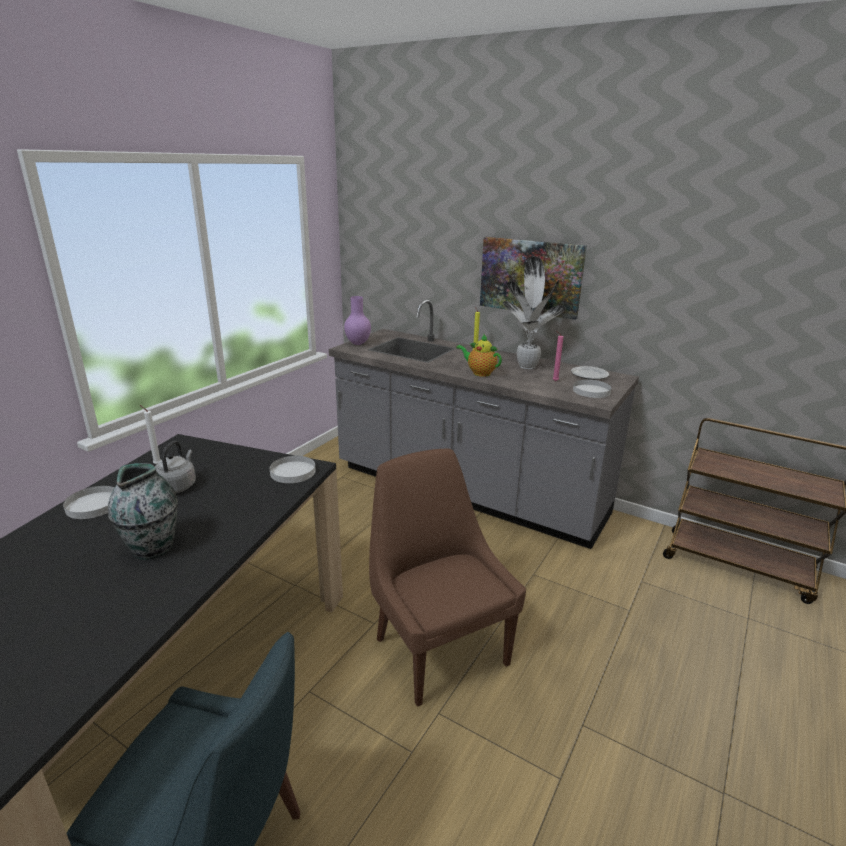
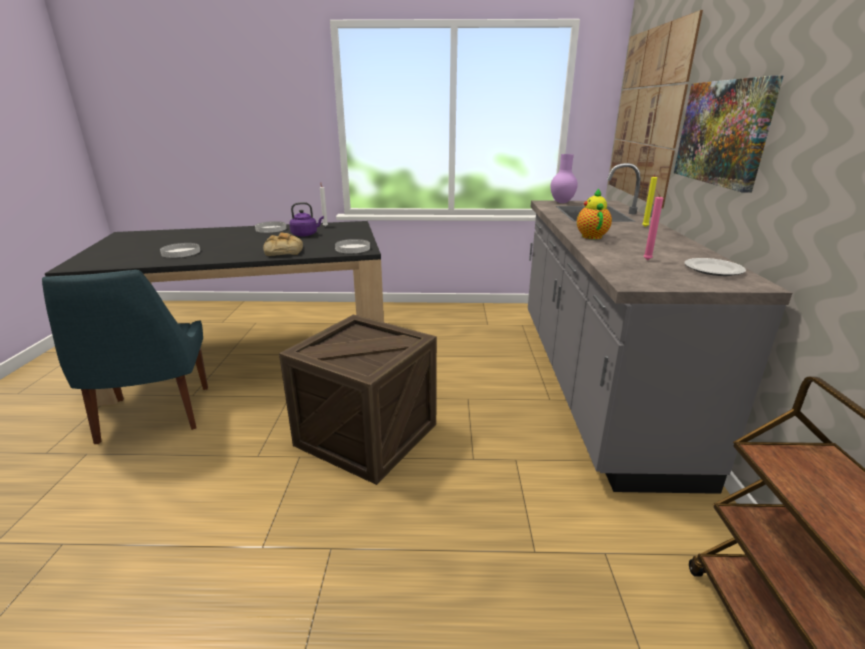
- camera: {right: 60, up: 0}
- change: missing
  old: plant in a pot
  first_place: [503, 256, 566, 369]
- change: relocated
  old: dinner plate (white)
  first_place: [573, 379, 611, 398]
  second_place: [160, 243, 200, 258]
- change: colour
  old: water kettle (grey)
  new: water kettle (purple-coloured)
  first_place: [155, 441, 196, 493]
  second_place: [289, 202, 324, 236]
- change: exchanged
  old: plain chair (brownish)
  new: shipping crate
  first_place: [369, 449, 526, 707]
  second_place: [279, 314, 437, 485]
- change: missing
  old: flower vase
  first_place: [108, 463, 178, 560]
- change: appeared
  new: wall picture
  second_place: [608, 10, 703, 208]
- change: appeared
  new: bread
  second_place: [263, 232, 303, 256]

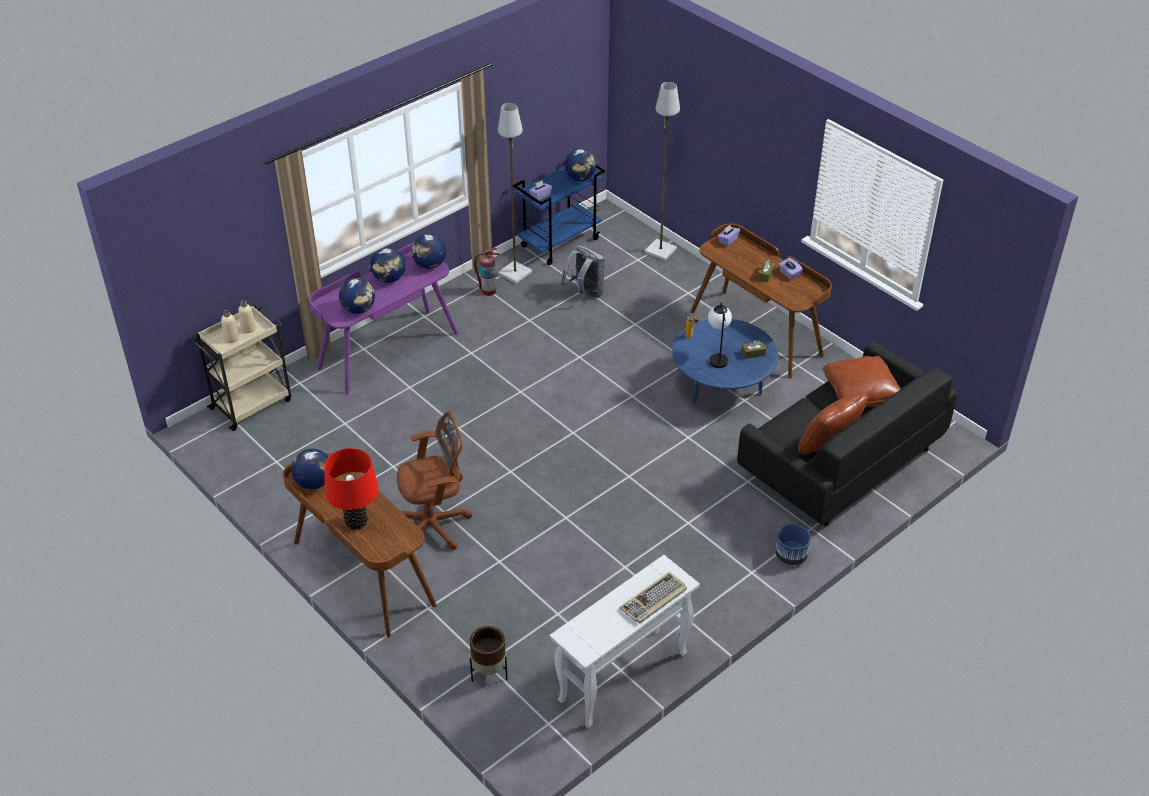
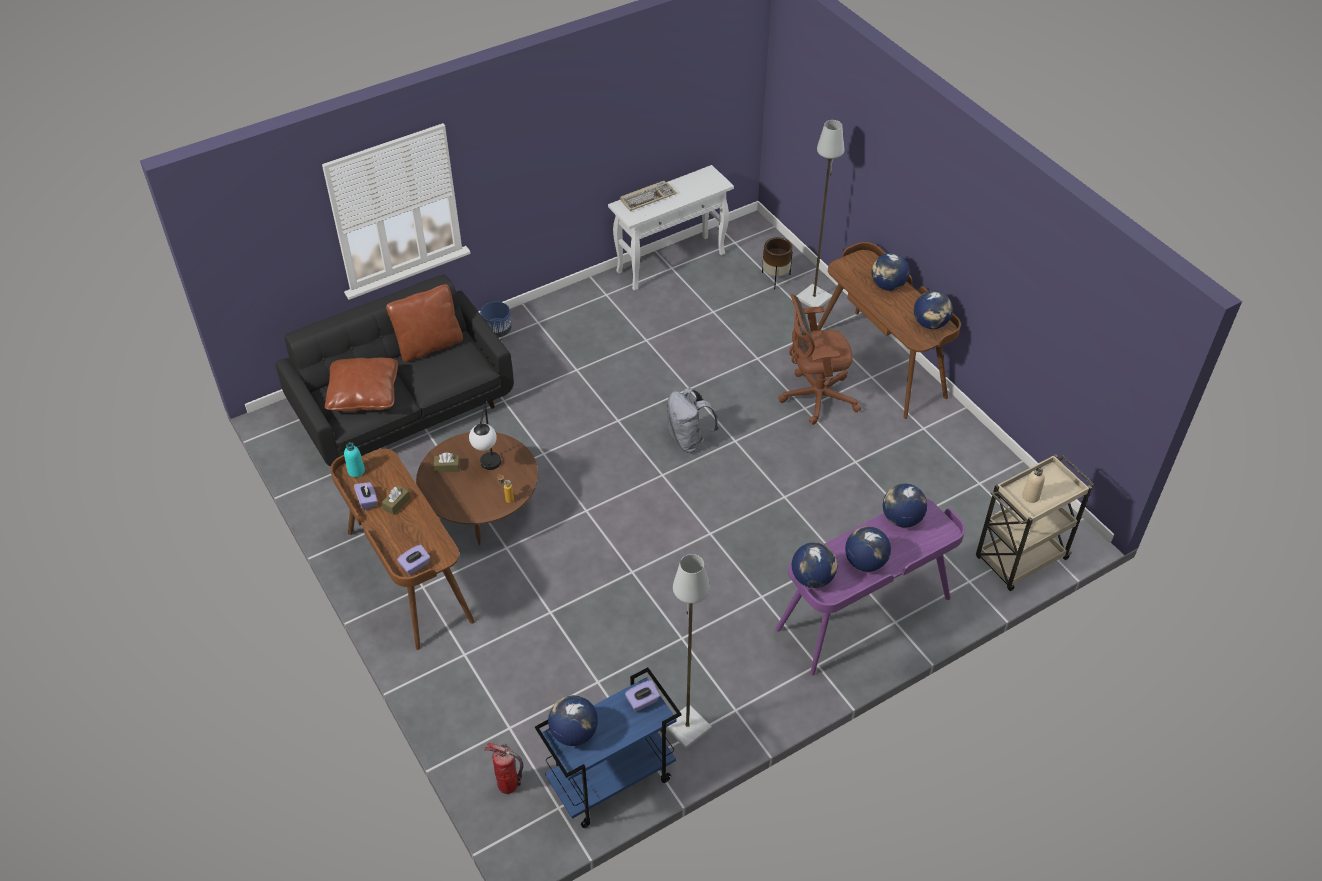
- camera: {right: -170, up: 5}
- change: relocated
  old: standard lamp (grey)
  first_place: [644, 82, 680, 261]
  second_place: [796, 120, 844, 307]
- change: relocated
  old: backpack (grey)
  first_place: [561, 246, 605, 298]
  second_place: [667, 388, 719, 453]
- change: relocated
  old: fire-fighting cylinder
  first_place: [474, 248, 500, 296]
  second_place: [484, 743, 523, 794]
- change: missing
  old: bottle (beige-coloured)
  first_place: [221, 310, 239, 343]
- change: colour
  old: coffee table (bluish)
  new: coffee table (brownish)
  first_place: [672, 319, 778, 404]
  second_place: [416, 432, 538, 545]
- change: exchanged
  old: lamp for a table (reddish)
  new: globe
  first_place: [324, 448, 379, 530]
  second_place: [871, 253, 909, 291]
- change: appeared
  new: bottle (turquoise)
  second_place: [344, 442, 365, 477]

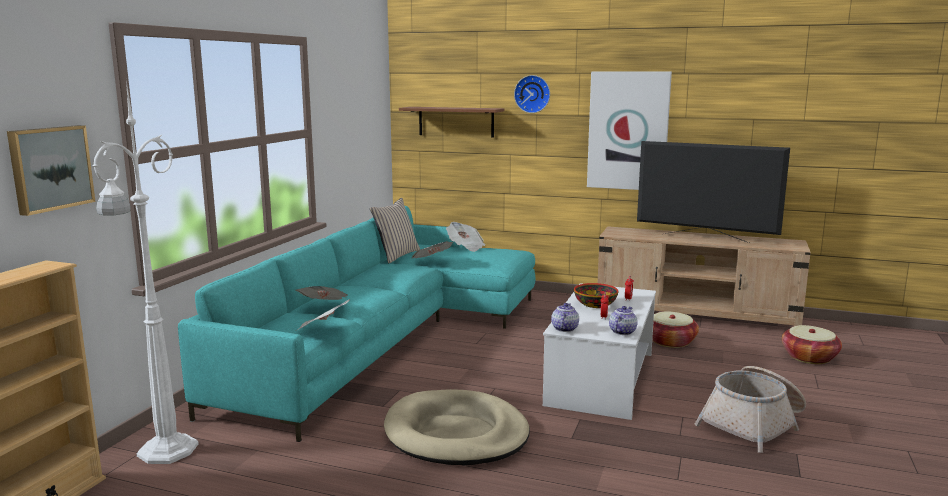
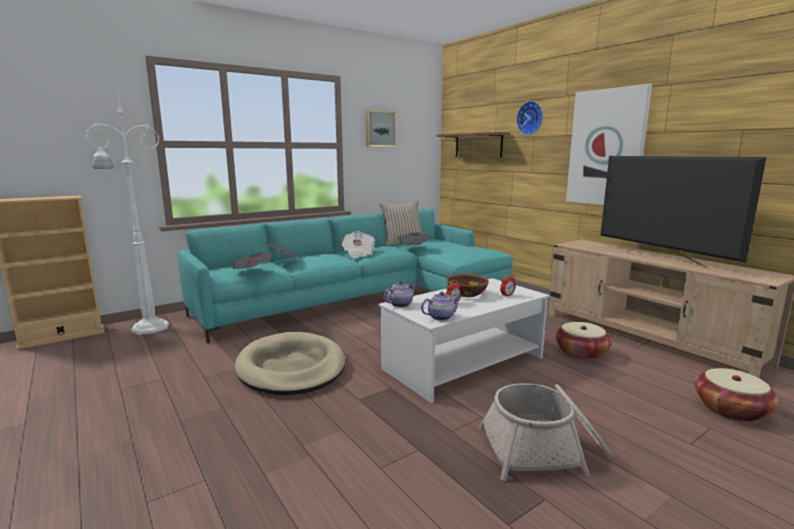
- camera: {right: 35, up: 0}
- change: relocated
  old: wall picture
  first_place: [7, 125, 96, 216]
  second_place: [366, 110, 396, 147]
- change: relocated
  old: printed paper
  first_place: [446, 222, 486, 252]
  second_place: [341, 231, 375, 258]

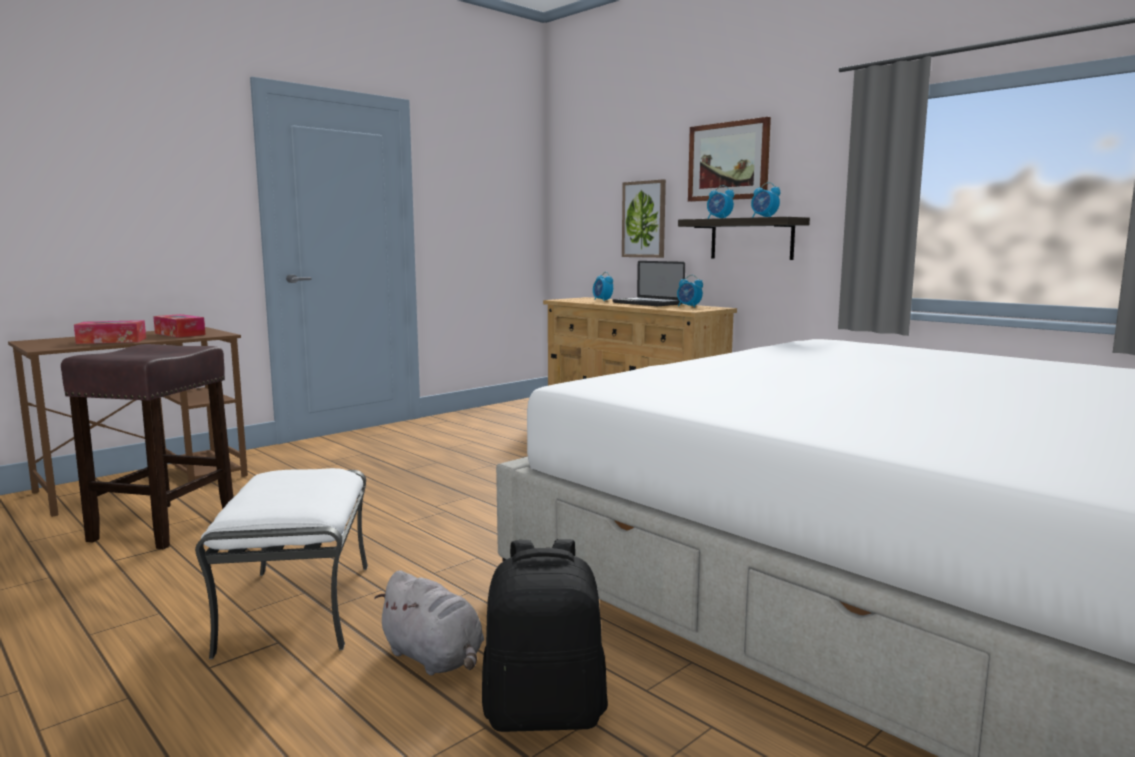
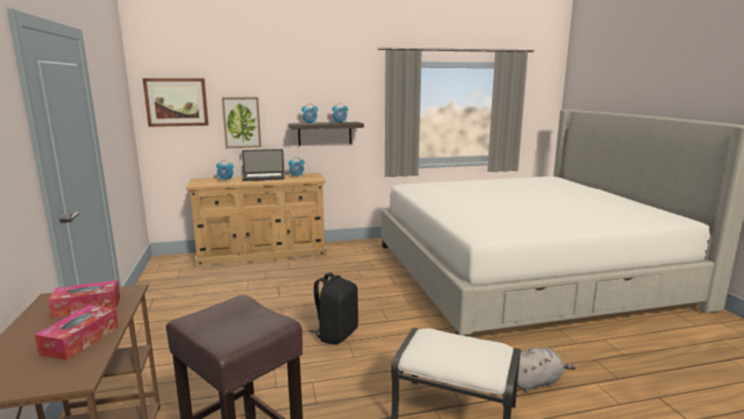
- camera: {right: -60, up: 5}
- change: relocated
  old: wall picture
  first_place: [688, 117, 771, 202]
  second_place: [142, 78, 209, 127]
- change: relocated
  old: backpack (blackish)
  first_place: [482, 539, 608, 732]
  second_place: [310, 273, 358, 344]

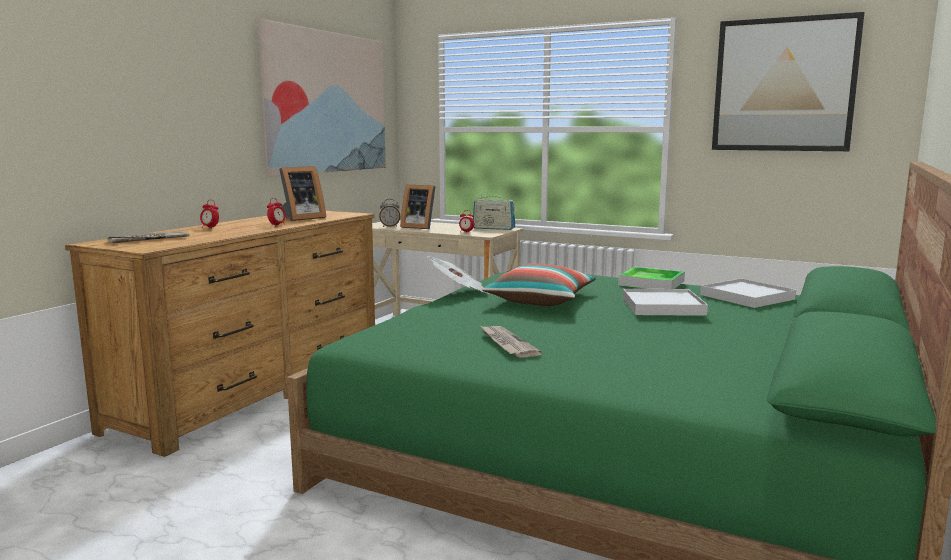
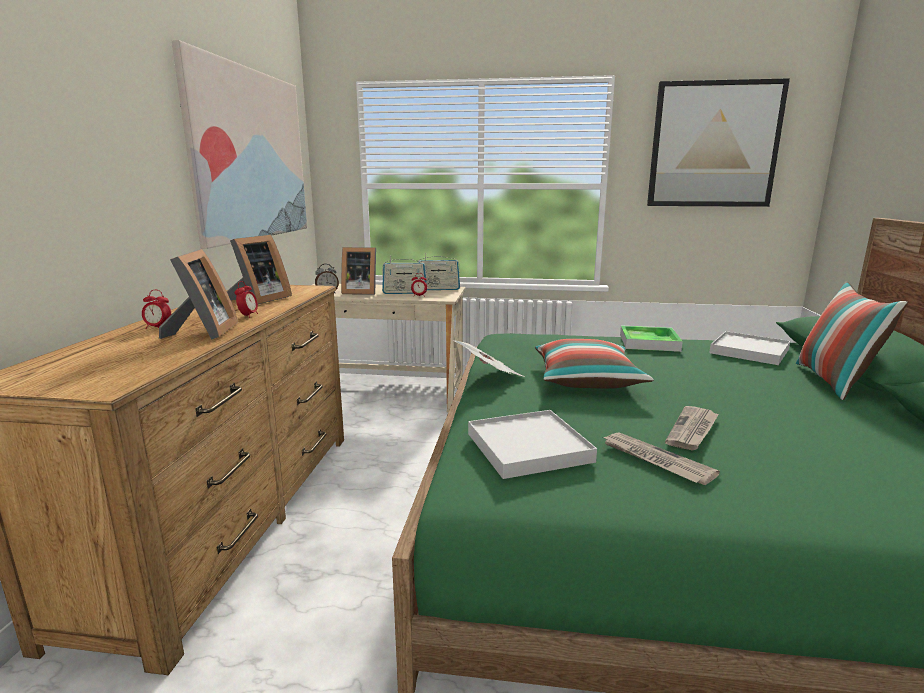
- camera: {right: -20, up: 5}
- change: relocated
  old: printed paper
  first_place: [107, 231, 189, 243]
  second_place: [665, 406, 719, 451]
- change: relocated
  old: serving tray (white)
  first_place: [623, 289, 708, 316]
  second_place: [468, 410, 597, 479]
- change: appeared
  new: picture frame
  second_place: [159, 249, 238, 340]
- change: appeared
  new: radio receiver
  second_place: [382, 256, 427, 294]
- change: appeared
  new: cushion
  second_place: [796, 282, 908, 400]

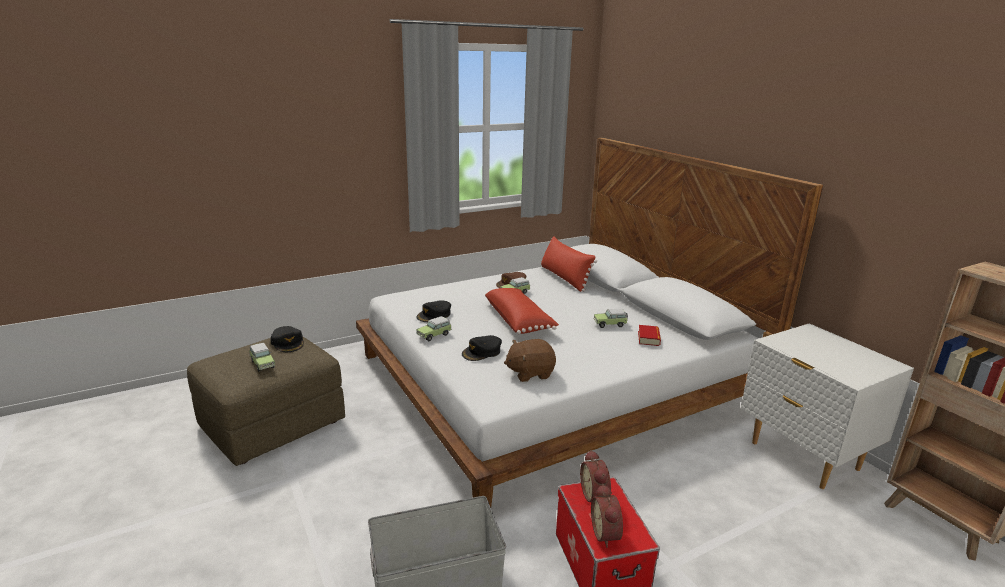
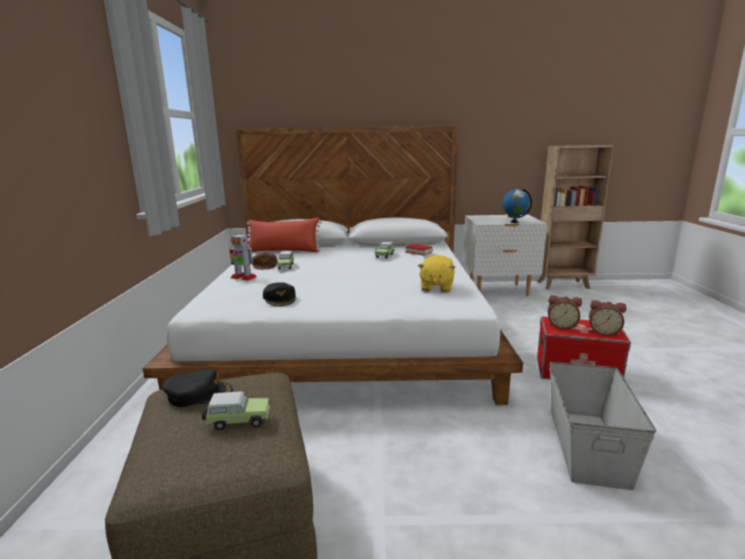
- camera: {right: -60, up: -5}
- change: missing
  old: cushion (reddish)
  first_place: [485, 288, 559, 334]
- change: missing
  old: model car
  first_place: [417, 316, 452, 341]
- change: missing
  old: baseball cap (blackish)
  first_place: [462, 335, 502, 361]
- change: colour
  old: plush toy (brownish)
  new: plush toy (yellow)
  first_place: [504, 339, 556, 382]
  second_place: [418, 255, 456, 292]
- change: appeared
  new: globe
  second_place: [502, 188, 532, 223]
- change: appeared
  new: model robot
  second_place: [230, 234, 257, 281]

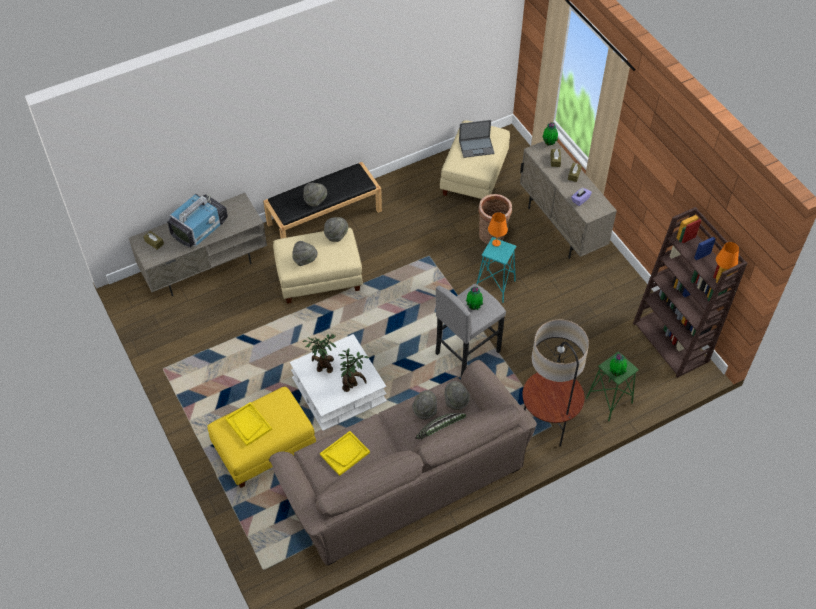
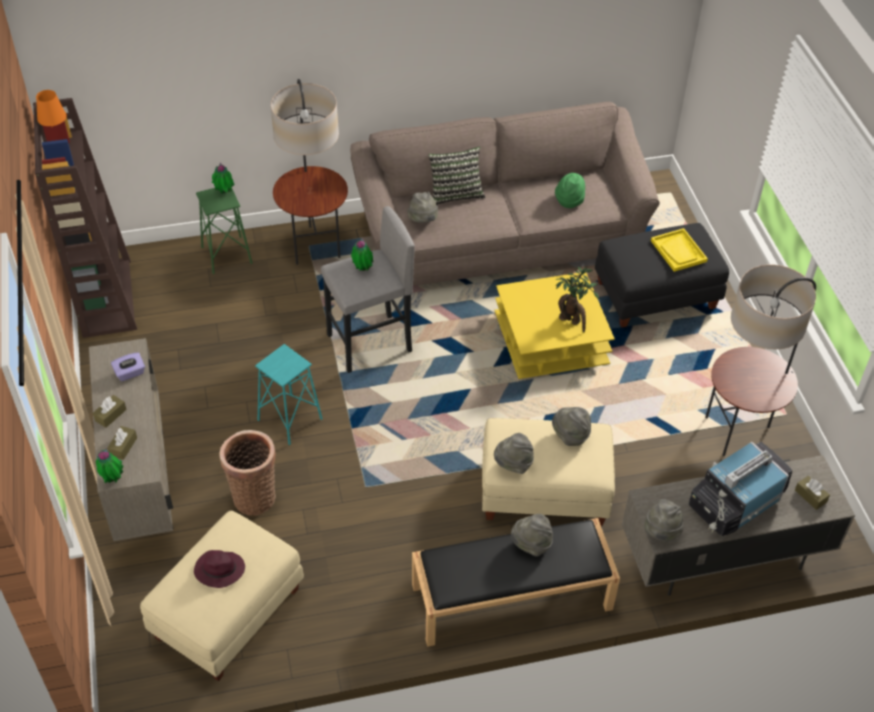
- camera: {right: -165, up: -5}
- change: exchanged
  old: portable computer
  new: clothing hat (purple-coloured)
  first_place: [459, 120, 495, 158]
  second_place: [194, 550, 245, 588]
- change: missing
  old: lamp for a table (orange-coloured)
  first_place: [488, 212, 508, 247]
- change: colour
  old: coffee table (white)
  new: coffee table (yellow)
  first_place: [290, 334, 387, 431]
  second_place: [495, 272, 615, 379]
- change: missing
  old: plant in a pot
  first_place: [339, 348, 369, 392]
- change: colour
  old: footrest (yellow)
  new: footrest (blackish)
  first_place: [207, 386, 316, 488]
  second_place: [595, 223, 729, 328]
- change: relocated
  old: clothing hat (grey)
  first_place: [412, 390, 437, 420]
  second_place: [644, 499, 683, 541]
- change: exchanged
  old: serving tray (yellow)
  new: clothing hat (green-coloured)
  first_place: [320, 431, 370, 476]
  second_place: [555, 173, 585, 208]
- change: appeared
  new: standard lamp
  second_place: [705, 265, 816, 456]

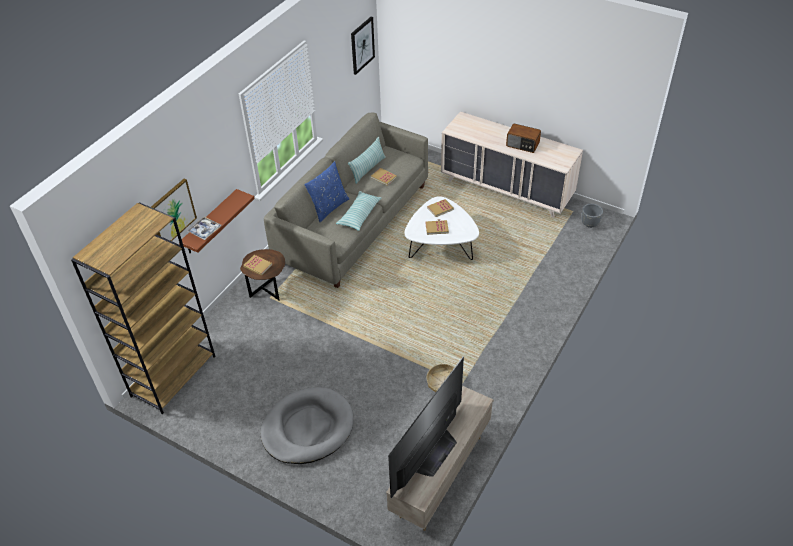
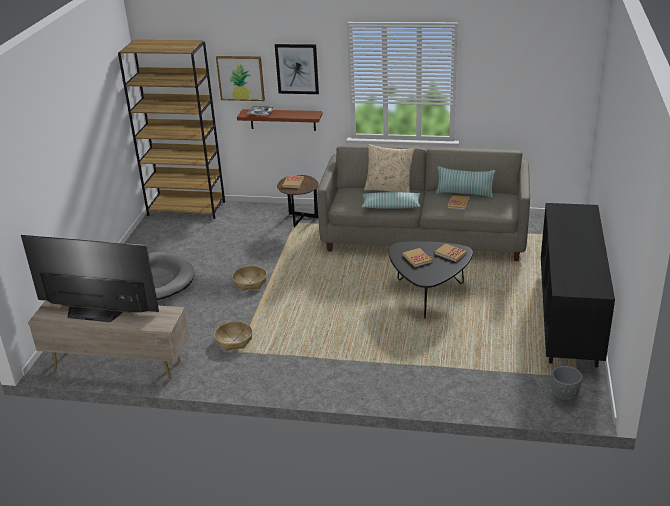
- camera: {right: 70, up: -15}
- change: relocated
  old: wall picture
  first_place: [351, 16, 375, 75]
  second_place: [275, 44, 319, 94]
- change: colour
  old: dresser (beige-coloured)
  new: dresser (blackish)
  first_place: [441, 112, 583, 218]
  second_place: [541, 203, 615, 367]
- change: missing
  old: radio receiver
  first_place: [506, 124, 541, 153]
- change: colour
  old: cushion (bluish)
  new: cushion (beige-coloured)
  first_place: [304, 161, 349, 222]
  second_place: [364, 144, 415, 193]
- change: colour
  old: coffee table (white)
  new: coffee table (blackish)
  first_place: [405, 196, 479, 260]
  second_place: [388, 241, 473, 319]
- change: appeared
  new: household basket
  second_place: [232, 266, 267, 291]

